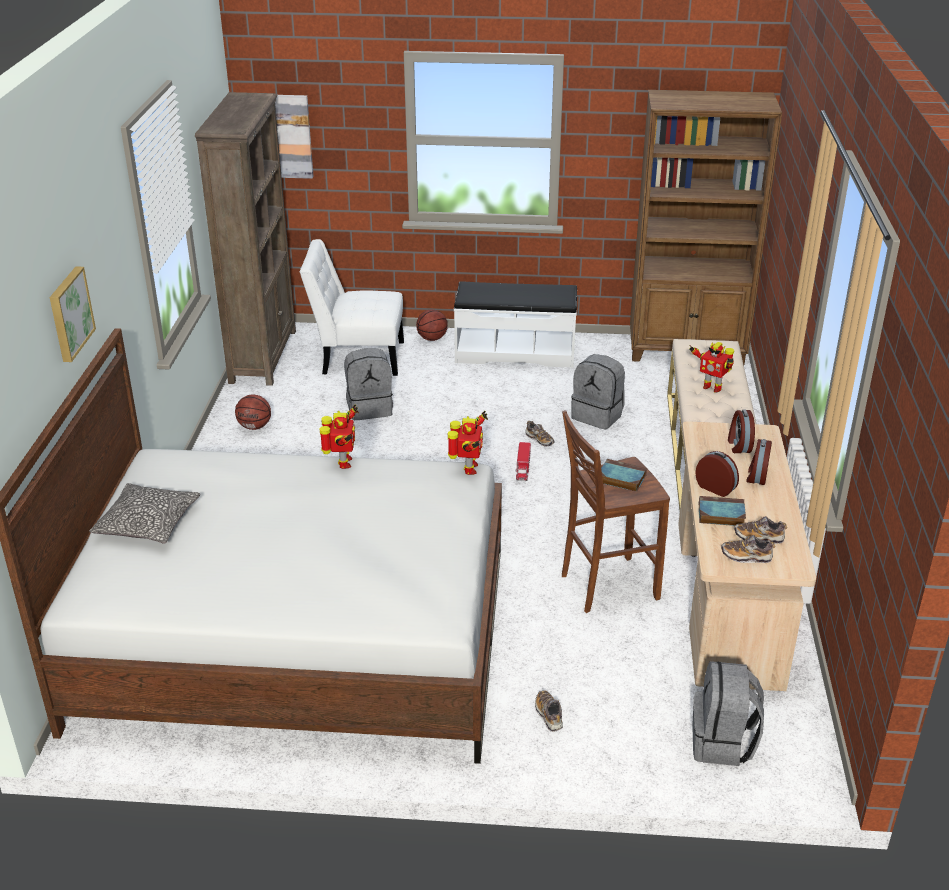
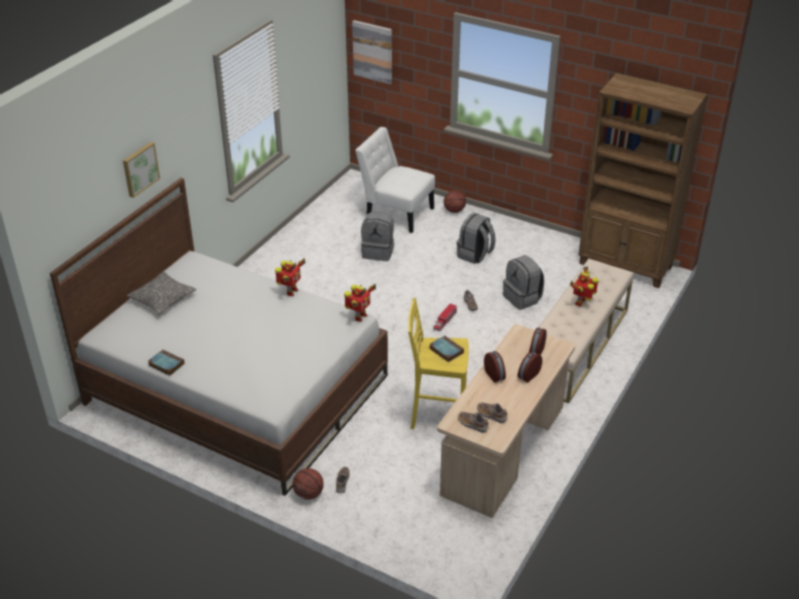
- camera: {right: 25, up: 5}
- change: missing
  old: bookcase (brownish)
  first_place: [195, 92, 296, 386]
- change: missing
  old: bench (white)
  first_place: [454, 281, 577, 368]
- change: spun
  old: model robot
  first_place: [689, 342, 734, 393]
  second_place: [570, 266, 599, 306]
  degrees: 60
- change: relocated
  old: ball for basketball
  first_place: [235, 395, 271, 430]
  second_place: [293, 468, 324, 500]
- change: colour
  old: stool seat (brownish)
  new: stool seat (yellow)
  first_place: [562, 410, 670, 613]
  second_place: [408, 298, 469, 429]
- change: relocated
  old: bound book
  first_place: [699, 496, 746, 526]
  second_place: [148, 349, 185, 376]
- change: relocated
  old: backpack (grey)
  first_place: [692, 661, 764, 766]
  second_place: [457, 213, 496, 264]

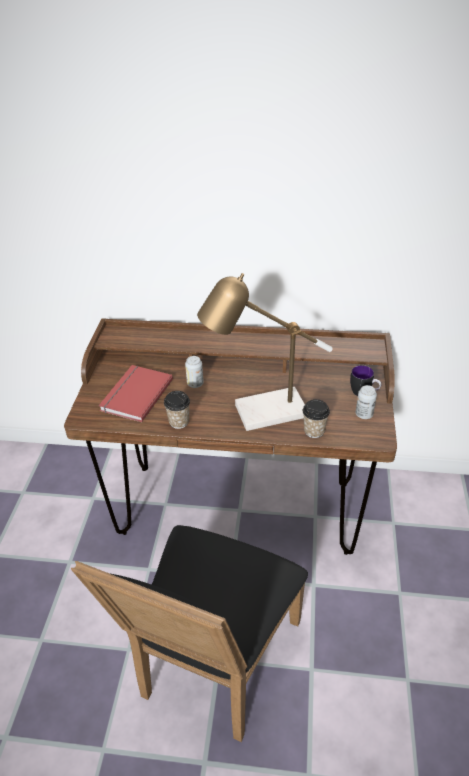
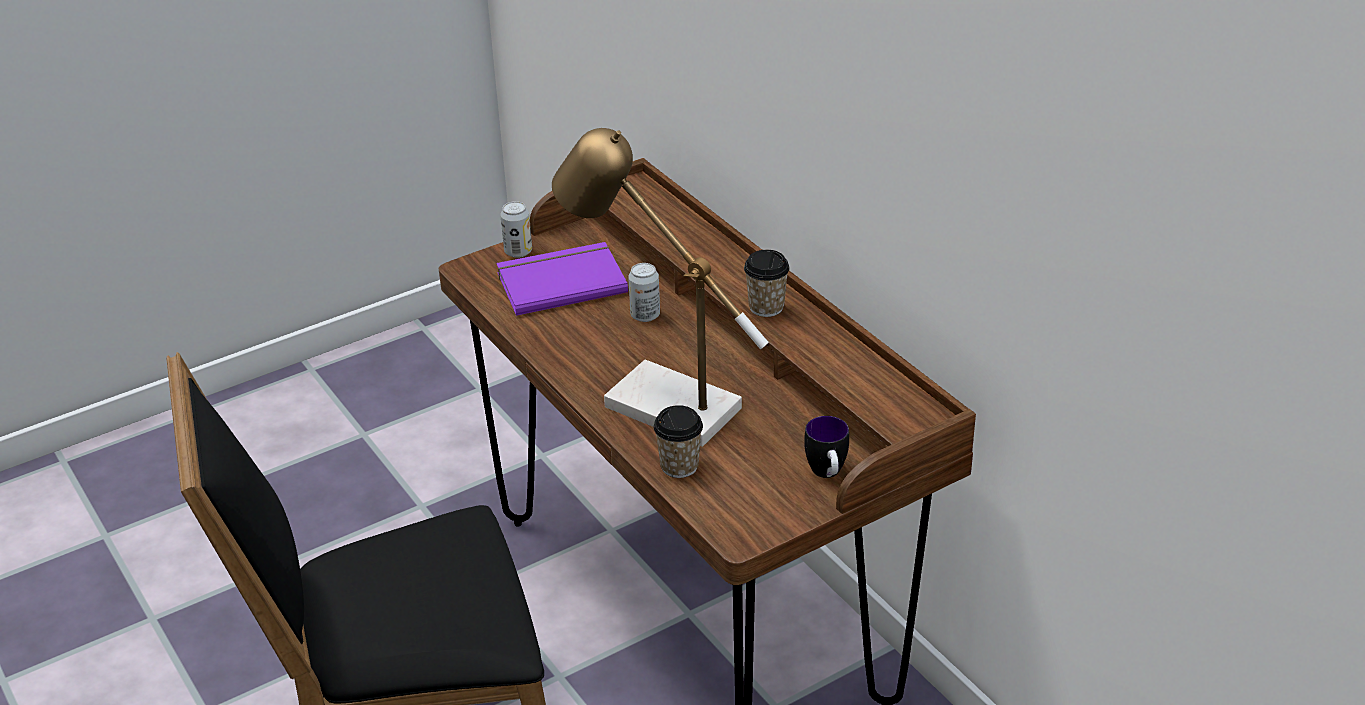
- camera: {right: 50, up: -5}
- change: colour
  old: bound book (reddish)
  new: bound book (purple-coloured)
  first_place: [99, 365, 173, 422]
  second_place: [496, 242, 628, 316]
- change: relocated
  old: sealed can
  first_place: [356, 385, 377, 419]
  second_place: [500, 201, 532, 258]
- change: relocated
  old: small cup
  first_place: [164, 391, 190, 429]
  second_place: [744, 250, 789, 317]

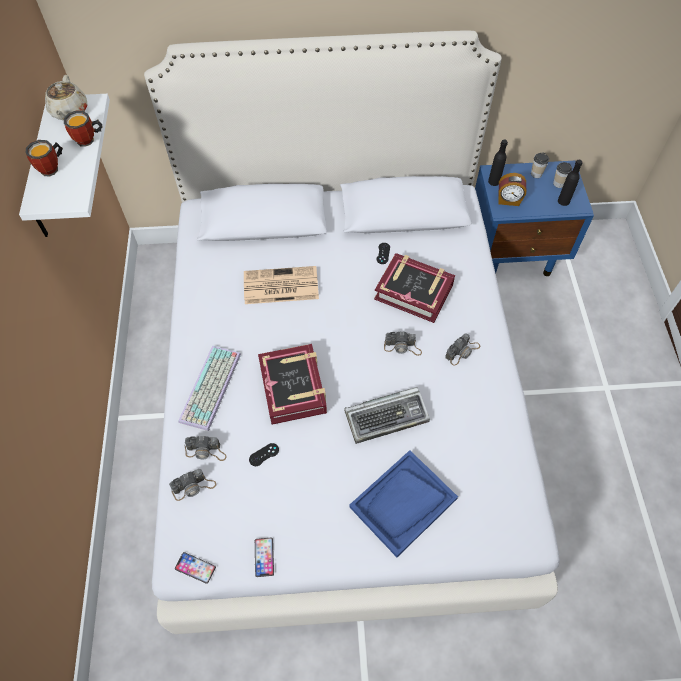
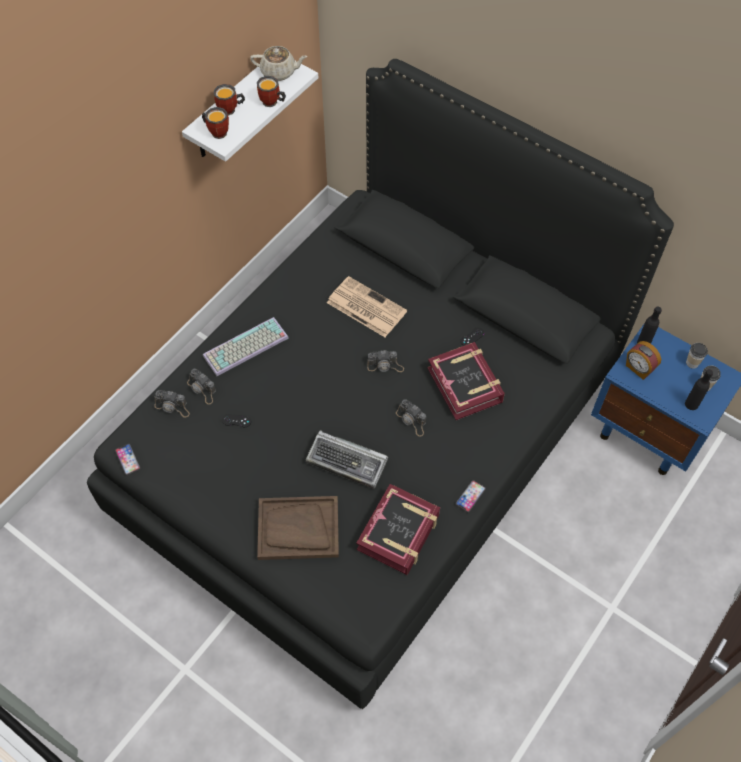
- camera: {right: 40, up: 0}
- change: colour
  old: sleeping bed (white)
  new: sleeping bed (blackish)
  first_place: [144, 30, 560, 634]
  second_place: [87, 59, 674, 709]
- change: spun
  old: pot for tea (beige-coloured)
  first_place: [45, 75, 87, 120]
  second_place: [250, 46, 308, 81]
  degrees: -120
- change: relocated
  old: still camera
  first_place: [445, 333, 480, 366]
  second_place: [367, 350, 404, 372]
- change: relocated
  old: bound book
  first_place: [258, 344, 327, 425]
  second_place: [356, 484, 440, 575]
- change: colour
  old: serving tray (bluish)
  new: serving tray (brownish)
  first_place: [349, 450, 458, 557]
  second_place: [257, 496, 339, 560]
- change: relocated
  old: handset
  first_place: [255, 538, 274, 577]
  second_place: [455, 480, 486, 513]
- change: appeared
  new: mug
  second_place: [202, 107, 229, 139]

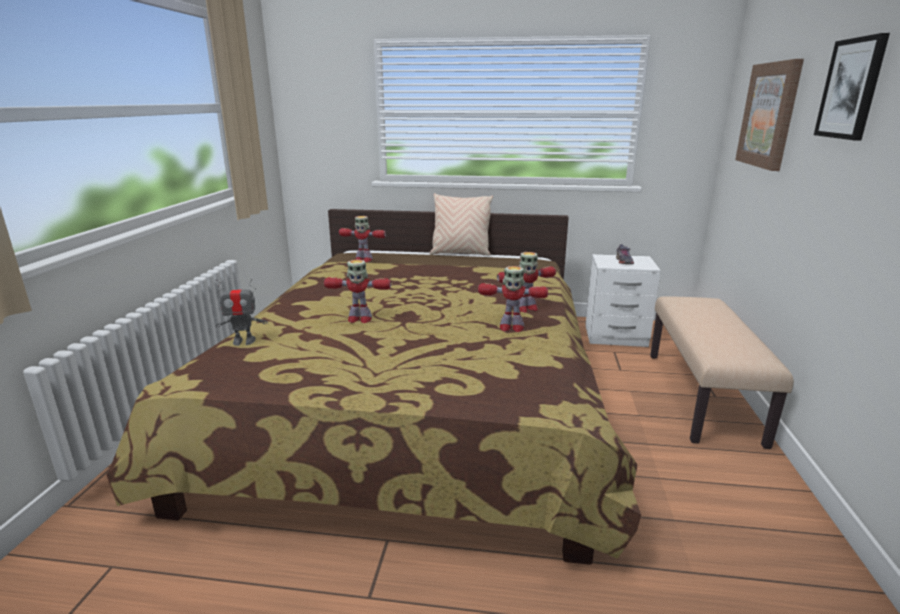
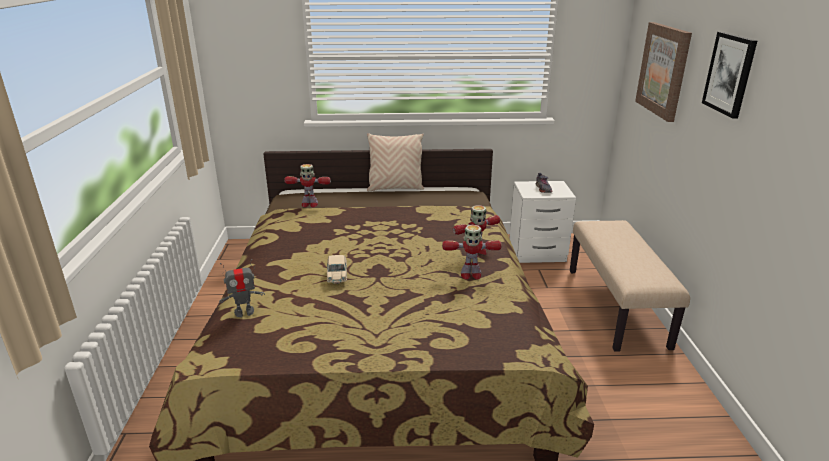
- camera: {right: -10, up: 5}
- change: exchanged
  old: model robot
  new: model car (beige-coloured)
  first_place: [324, 260, 391, 323]
  second_place: [327, 255, 347, 284]

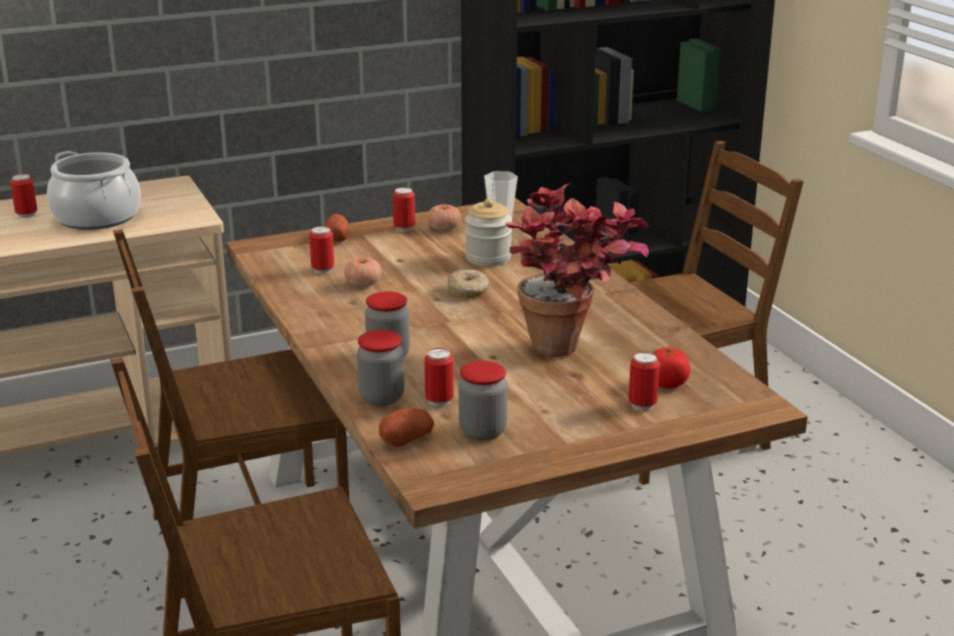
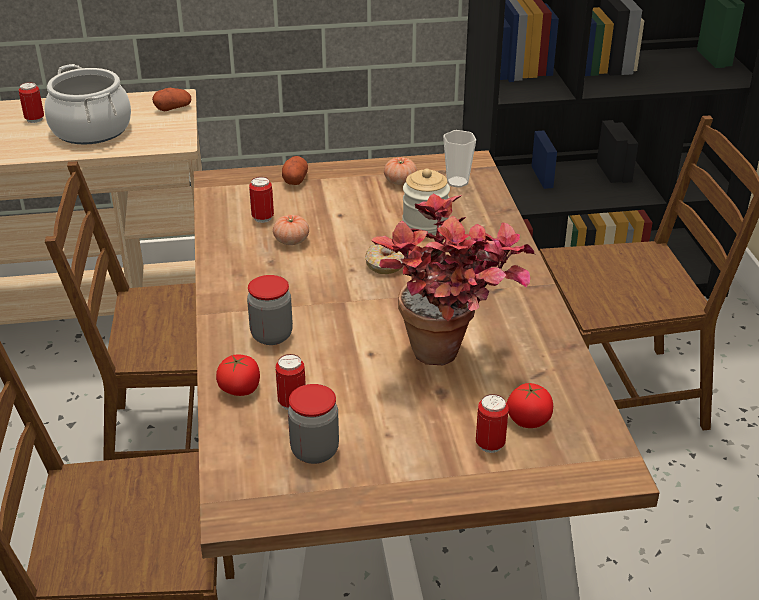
- camera: {right: 15, up: 10}
- change: missing
  old: sealed can
  first_place: [393, 187, 415, 232]
- change: exchanged
  old: preserve jar
  new: fresh tomato
  first_place: [357, 330, 404, 406]
  second_place: [216, 355, 260, 396]
- change: relocated
  old: spud
  first_place: [379, 409, 434, 447]
  second_place: [152, 88, 191, 111]

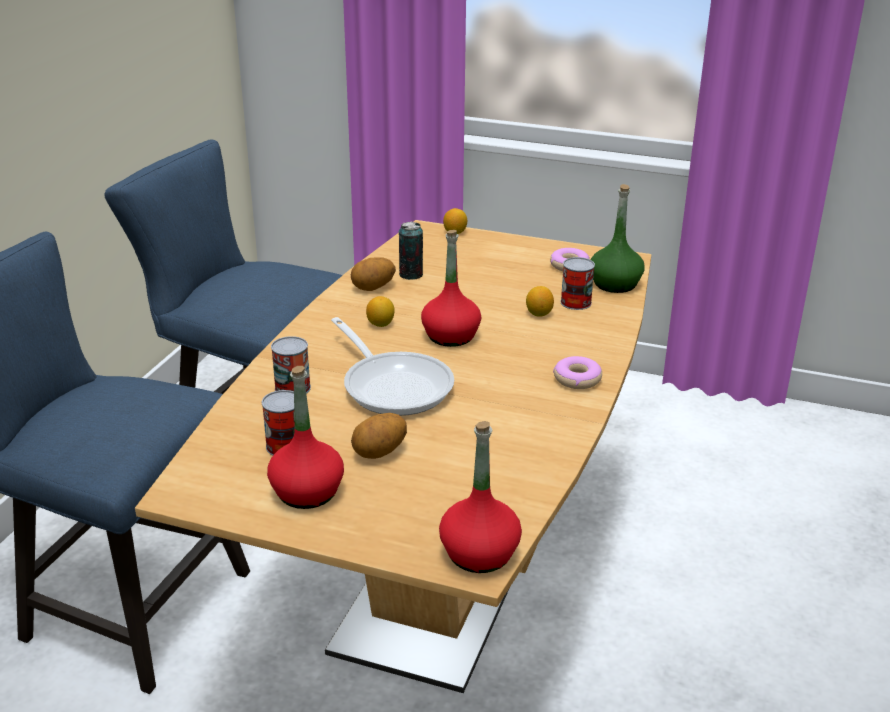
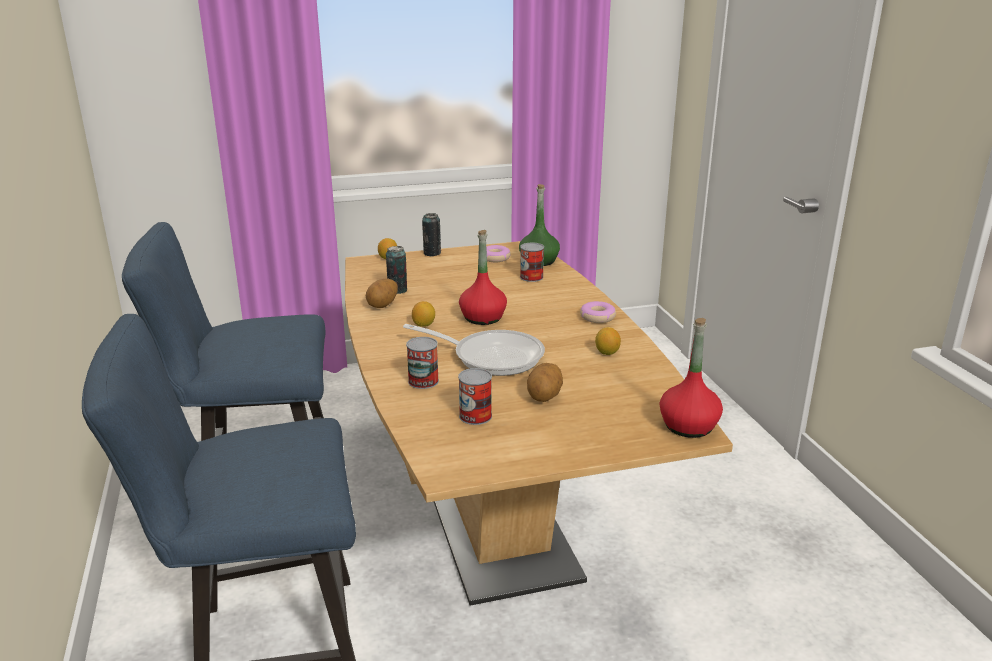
- camera: {right: -35, up: -5}
- change: relocated
  old: citrus fruit
  first_place: [526, 286, 554, 316]
  second_place: [595, 327, 621, 355]
- change: missing
  old: bottle (reddish)
  first_place: [267, 366, 344, 509]
- change: appeared
  new: sealed can
  second_place: [422, 213, 441, 257]

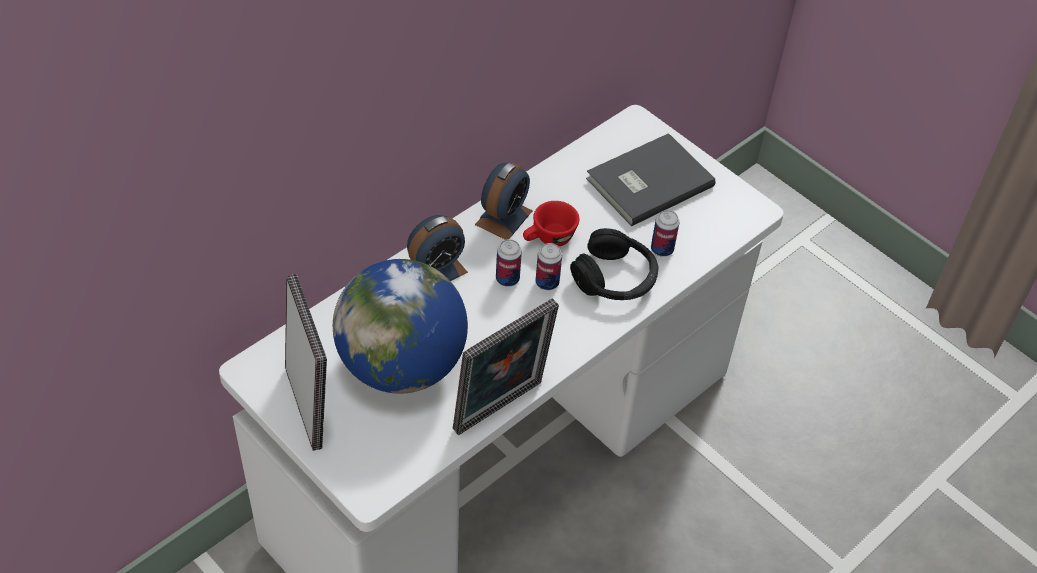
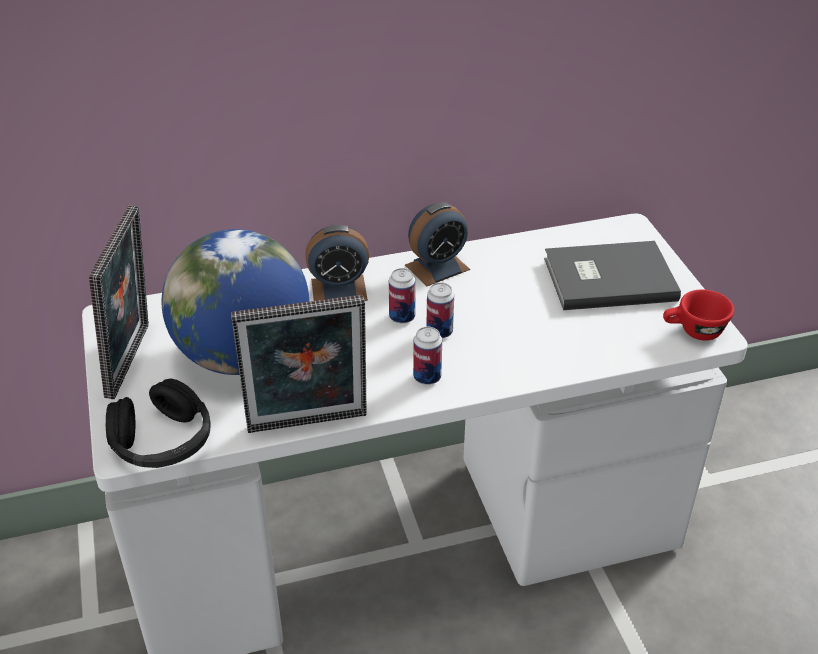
- camera: {right: 30, up: -10}
- change: relocated
  old: small cup (reddish)
  first_place: [523, 201, 579, 246]
  second_place: [663, 289, 734, 341]
- change: relocated
  old: sealed can
  first_place: [651, 210, 679, 257]
  second_place: [413, 327, 442, 385]
- change: relocated
  old: pair of headphones (blackish)
  first_place: [570, 228, 658, 300]
  second_place: [106, 379, 211, 468]

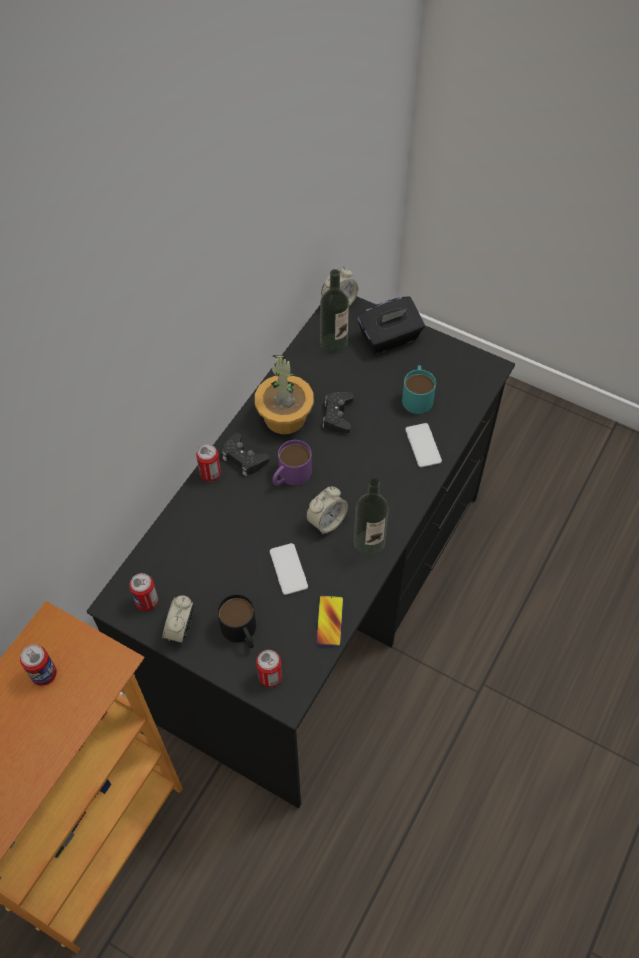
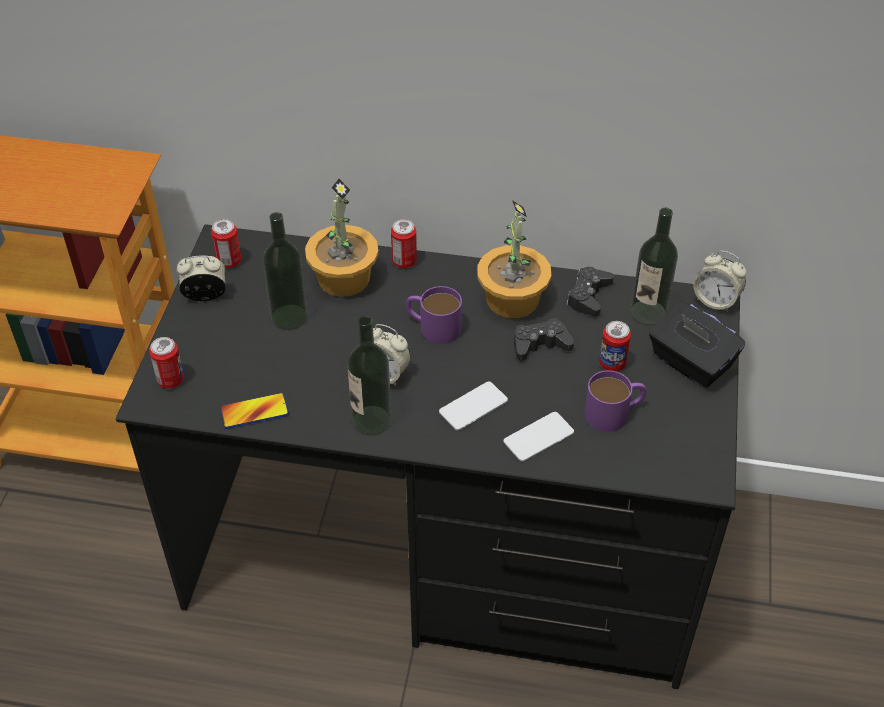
- camera: {right: 70, up: -10}
- change: colour
  old: mug (turquoise)
  new: mug (purple-coloured)
  first_place: [402, 365, 436, 414]
  second_place: [584, 370, 647, 432]
- change: relocated
  old: gamepad (blackish)
  first_place: [222, 433, 269, 476]
  second_place: [566, 267, 614, 316]
- change: relocated
  old: handset
  first_place: [270, 543, 308, 595]
  second_place: [439, 381, 508, 430]
- change: missing
  old: mug (blackish)
  first_place: [217, 594, 256, 649]
- change: relocated
  old: sealed can
  first_place: [20, 645, 57, 686]
  second_place: [599, 321, 631, 372]
- change: appeared
  new: plant in a pot
  second_place: [305, 178, 379, 297]
- change: appeared
  new: bottle
  second_place: [263, 212, 308, 330]

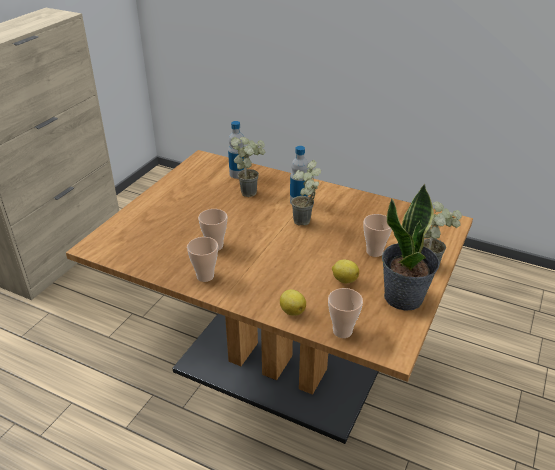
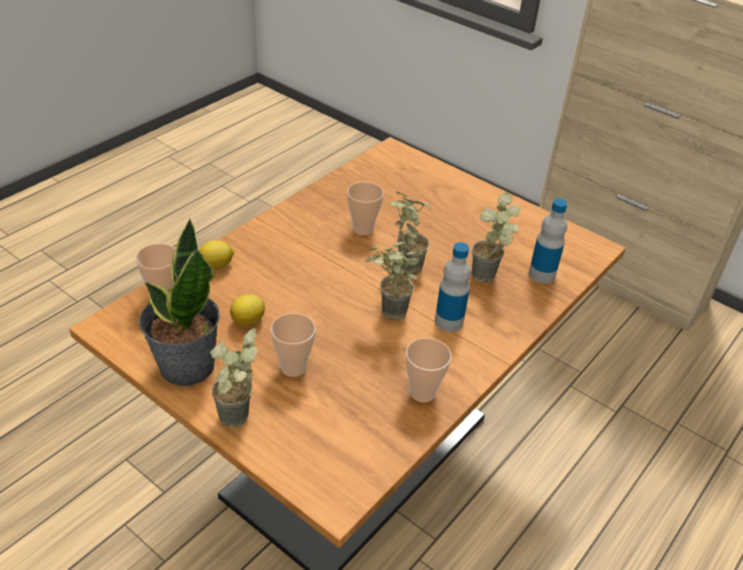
- camera: {right: 100, up: 5}
- change: relocated
  old: small cup
  first_place: [187, 237, 218, 282]
  second_place: [406, 338, 452, 402]
- change: appeared
  new: plant in a pot
  second_place: [391, 191, 431, 275]

